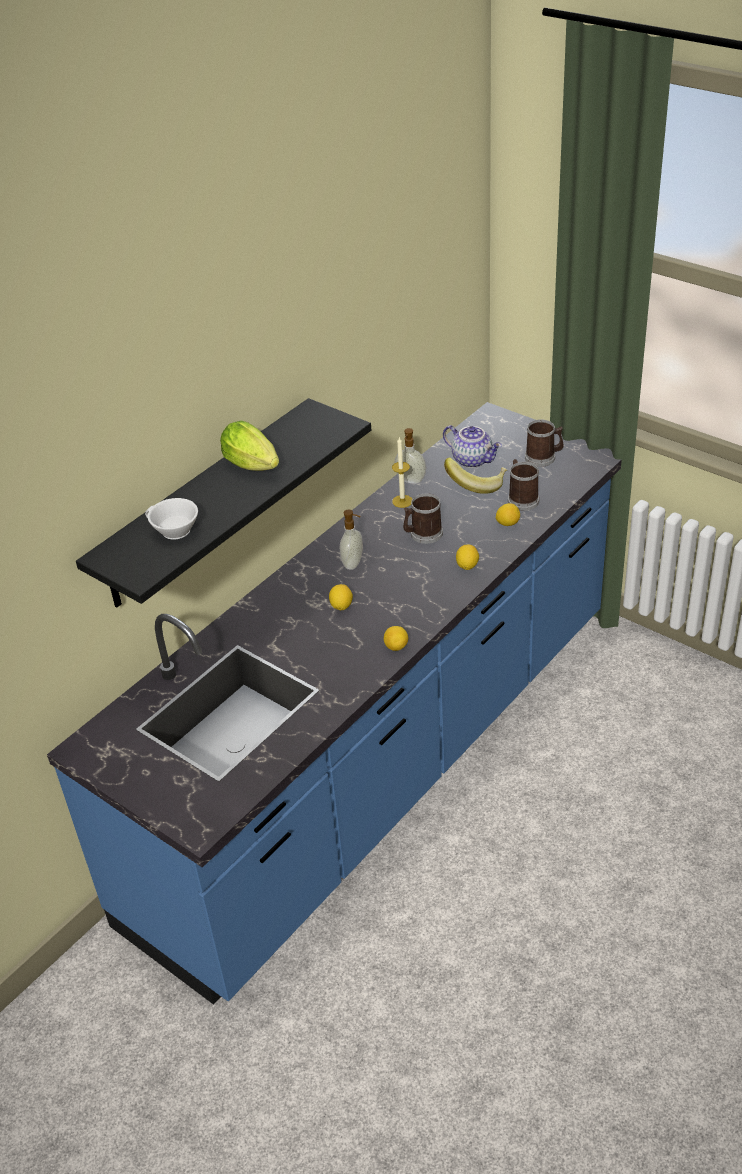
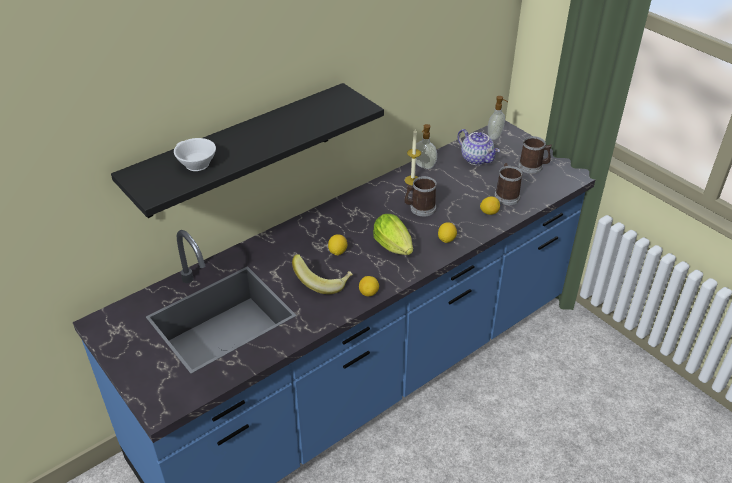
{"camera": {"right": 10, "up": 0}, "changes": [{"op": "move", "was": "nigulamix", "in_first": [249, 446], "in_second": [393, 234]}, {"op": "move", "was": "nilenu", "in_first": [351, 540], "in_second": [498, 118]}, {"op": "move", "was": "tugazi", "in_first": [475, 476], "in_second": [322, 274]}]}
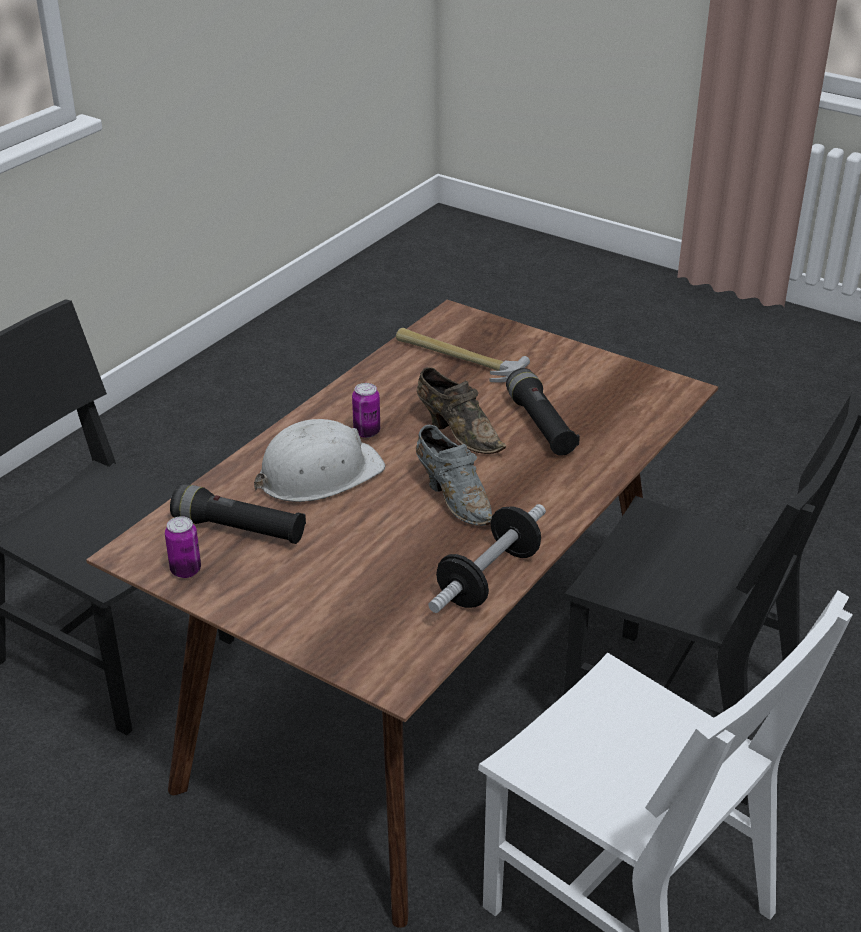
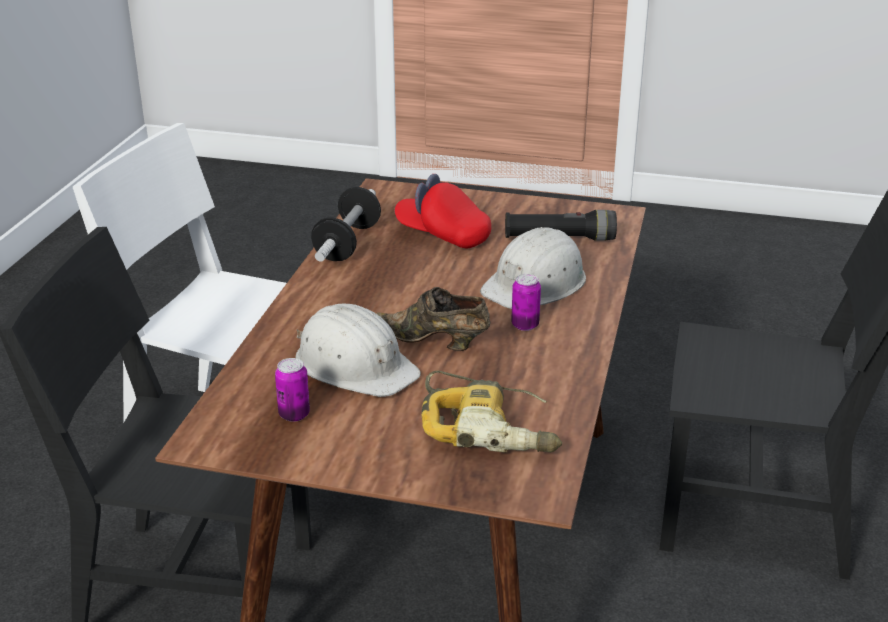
{"camera": {"right": 160, "up": -5}, "changes": [{"op": "move", "was": "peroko", "in_first": [183, 547], "in_second": [292, 390]}, {"op": "replace", "was": "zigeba", "now": "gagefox", "in_first": [463, 355], "in_second": [491, 412]}, {"op": "delete", "was": "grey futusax", "in_first": [454, 475]}, {"op": "replace", "was": "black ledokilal", "now": "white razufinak", "in_first": [543, 412], "in_second": [358, 350]}, {"op": "insert", "now": "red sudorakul", "in_second": [443, 211]}]}
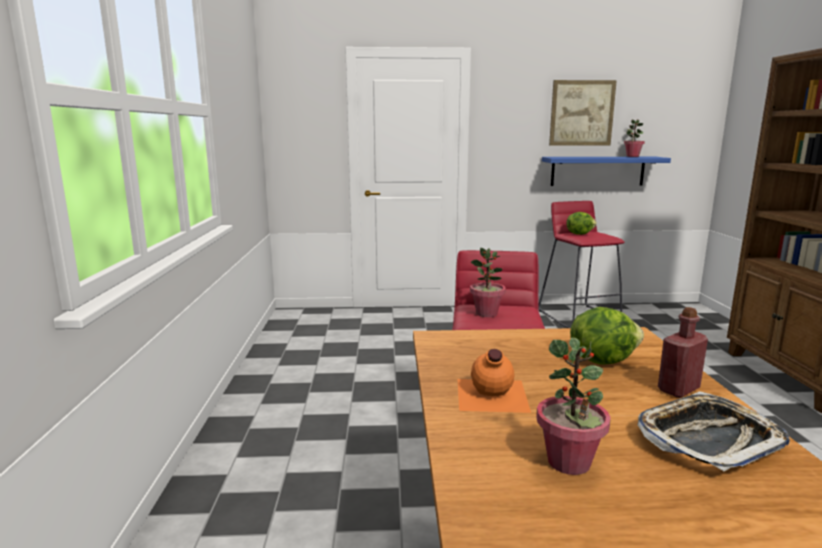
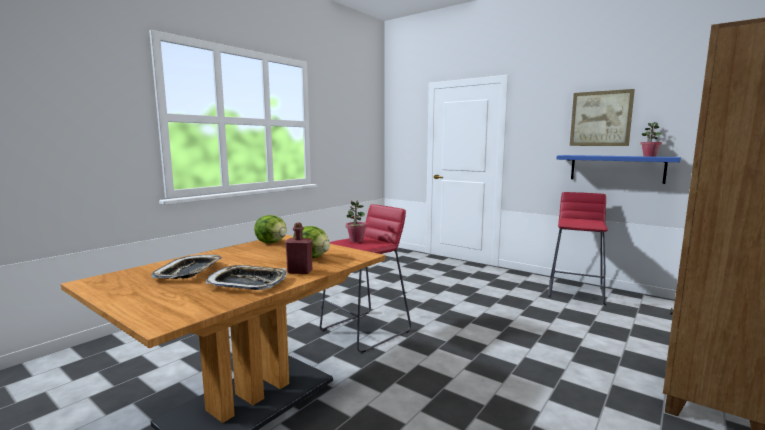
{"camera": {"right": 40, "up": -5}, "changes": [{"op": "delete", "was": "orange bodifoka", "in_first": [494, 381]}, {"op": "replace", "was": "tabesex", "now": "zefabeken", "in_first": [573, 406], "in_second": [186, 267]}, {"op": "move", "was": "nigulamix", "in_first": [581, 223], "in_second": [270, 229]}]}
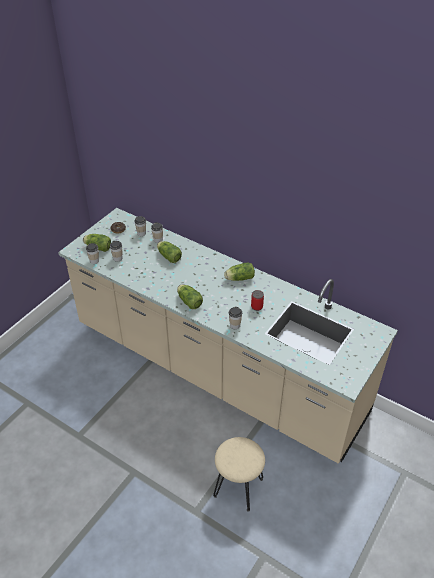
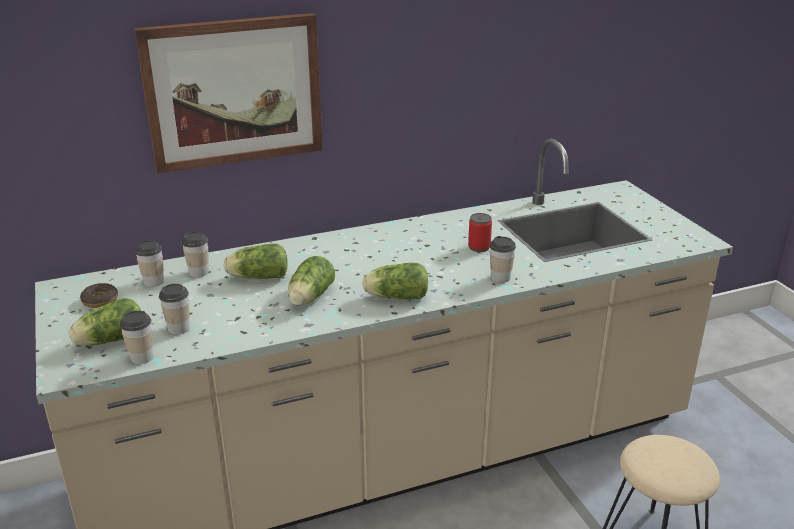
{"camera": {"right": -55, "up": -15}, "changes": [{"op": "move", "was": "nigulamix", "in_first": [239, 272], "in_second": [311, 280]}, {"op": "insert", "now": "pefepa", "in_second": [228, 93]}]}
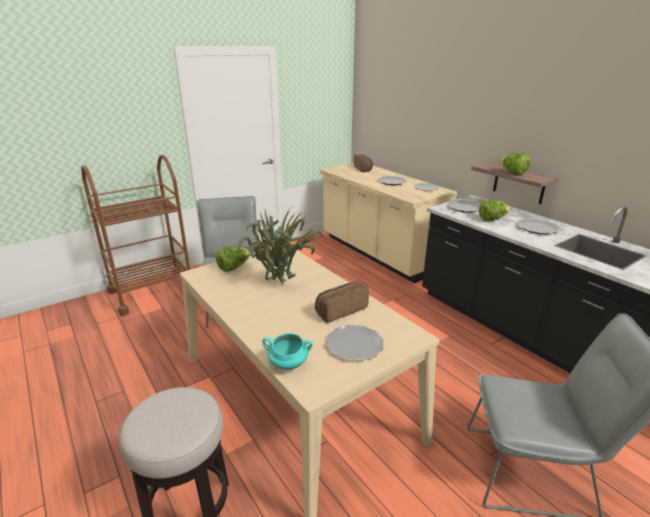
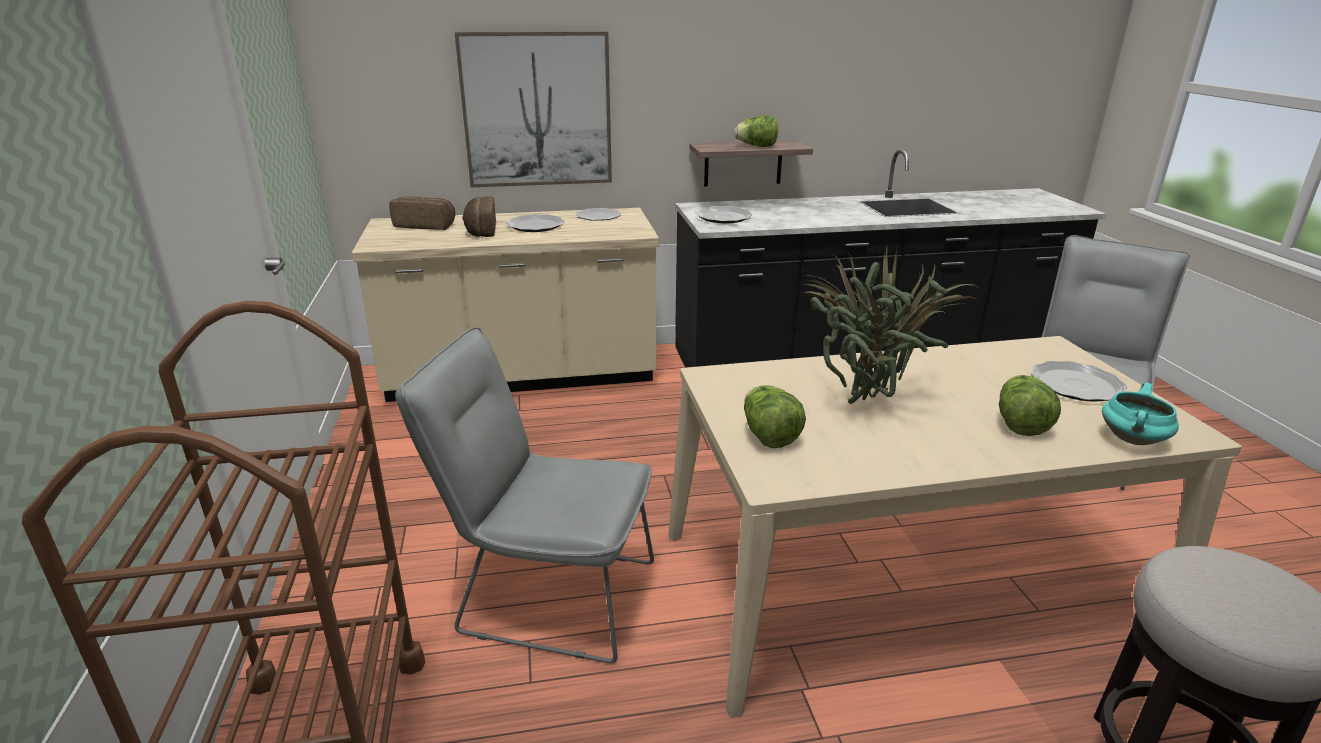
{"camera": {"right": -65, "up": 0}, "changes": [{"op": "move", "was": "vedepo", "in_first": [342, 302], "in_second": [479, 216]}, {"op": "move", "was": "nigulamix", "in_first": [494, 210], "in_second": [1030, 405]}, {"op": "delete", "was": "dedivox", "in_first": [538, 227]}, {"op": "insert", "now": "pefepa", "in_second": [533, 109]}]}
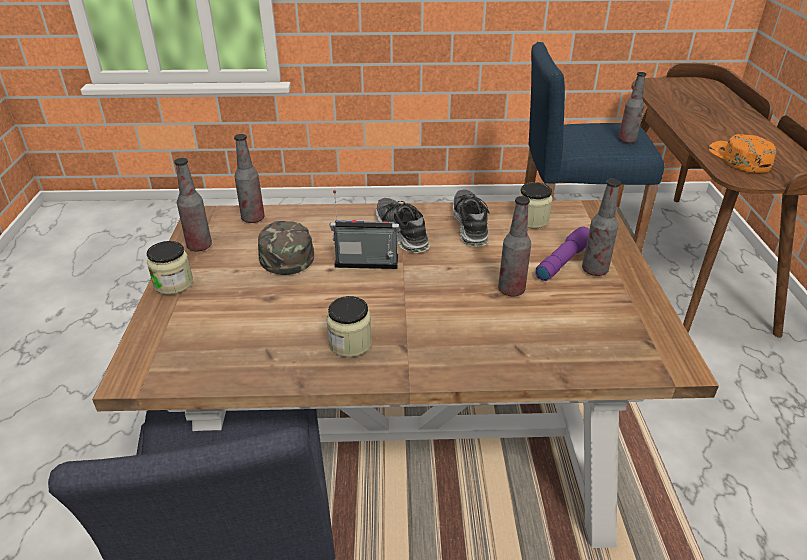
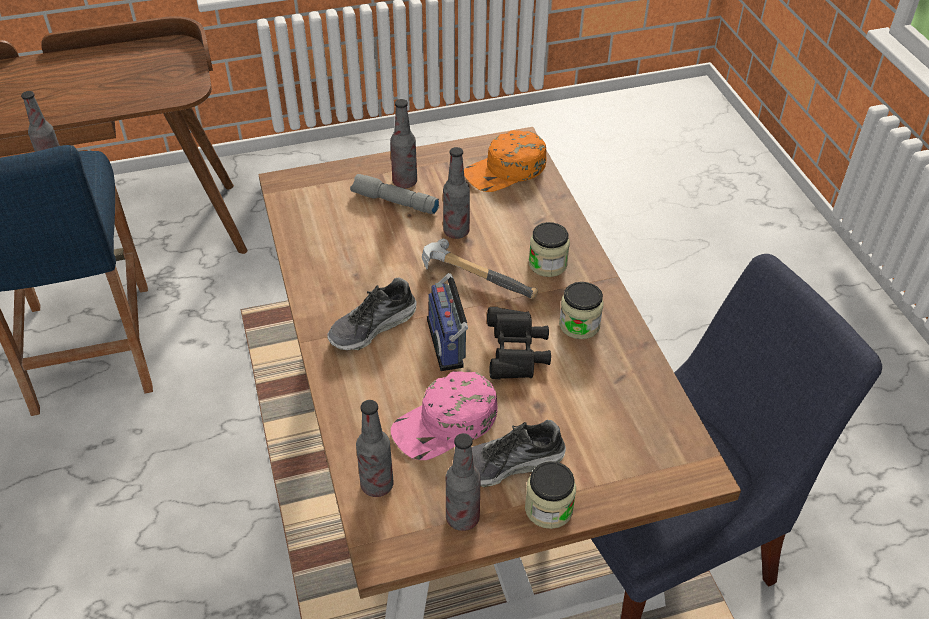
{"camera": {"right": -105, "up": 10}, "changes": [{"op": "recolor", "was": "green sudorakul", "now": "pink sudorakul", "in_first": [286, 248], "in_second": [444, 415]}, {"op": "move", "was": "futusax", "in_first": [471, 218], "in_second": [518, 453]}, {"op": "move", "was": "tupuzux", "in_first": [535, 205], "in_second": [549, 249]}, {"op": "recolor", "was": "purple ledokilal", "now": "grey ledokilal", "in_first": [562, 253], "in_second": [394, 194]}, {"op": "move", "was": "orange sudorakul", "in_first": [743, 153], "in_second": [505, 161]}, {"op": "insert", "now": "zigeba", "in_second": [480, 268]}, {"op": "insert", "now": "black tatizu", "in_second": [519, 343]}]}
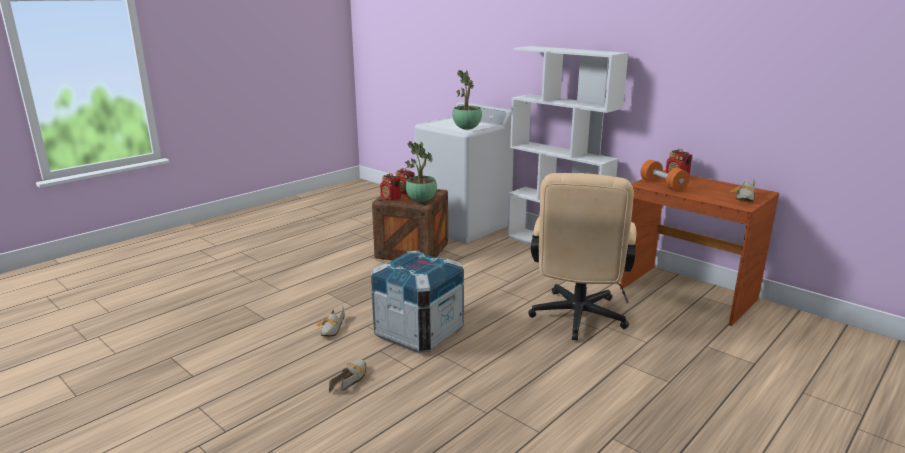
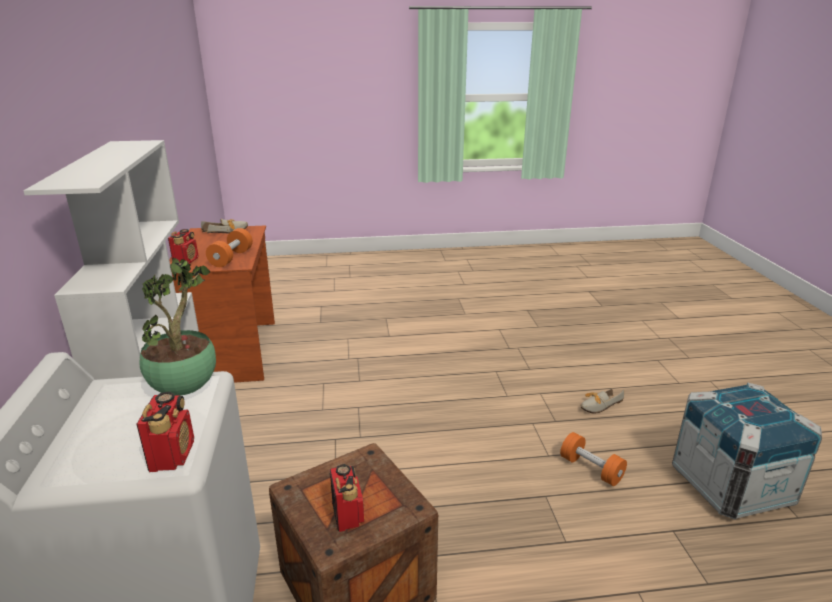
{"camera": {"right": -140, "up": 5}, "changes": [{"op": "replace", "was": "futusax", "now": "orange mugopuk", "in_first": [330, 321], "in_second": [593, 459]}, {"op": "move", "was": "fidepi", "in_first": [417, 302], "in_second": [747, 451]}, {"op": "move", "was": "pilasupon", "in_first": [390, 187], "in_second": [165, 431]}, {"op": "delete", "was": "tabesex", "in_first": [421, 171]}, {"op": "delete", "was": "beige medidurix", "in_first": [582, 257]}]}
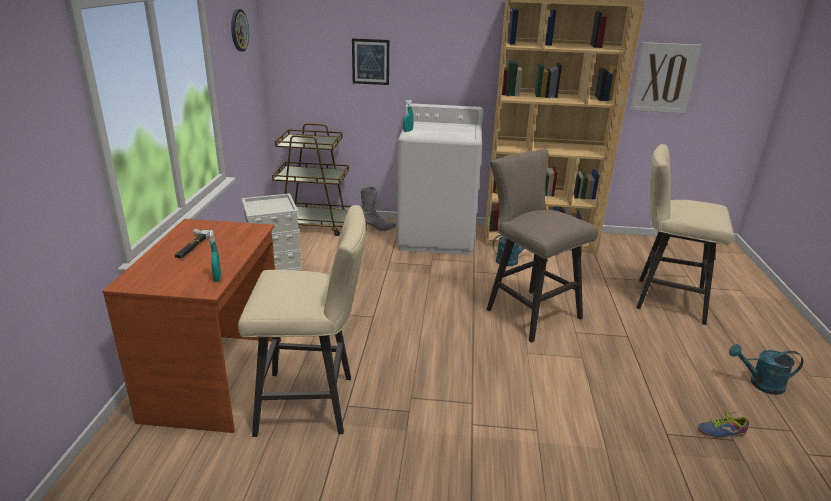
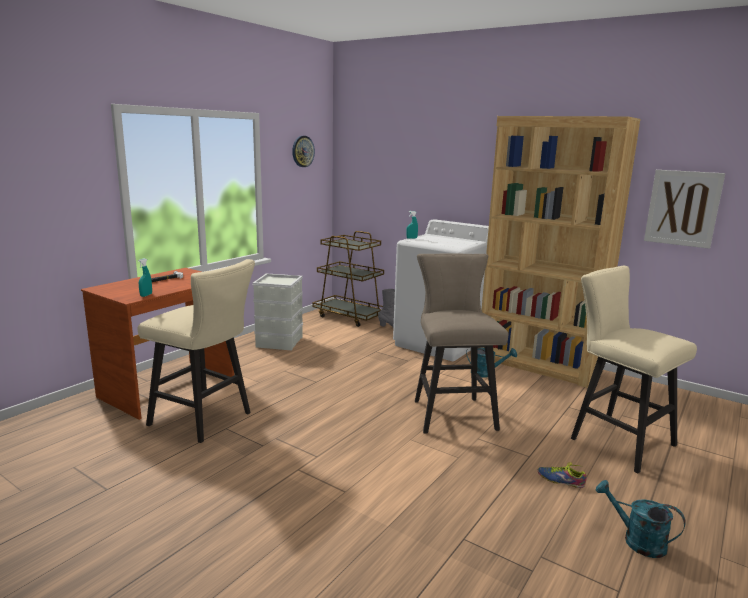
{"camera": {"right": 30, "up": -10}, "changes": [{"op": "delete", "was": "pefepa", "in_first": [370, 61]}, {"op": "move", "was": "futusax", "in_first": [723, 424], "in_second": [562, 475]}]}
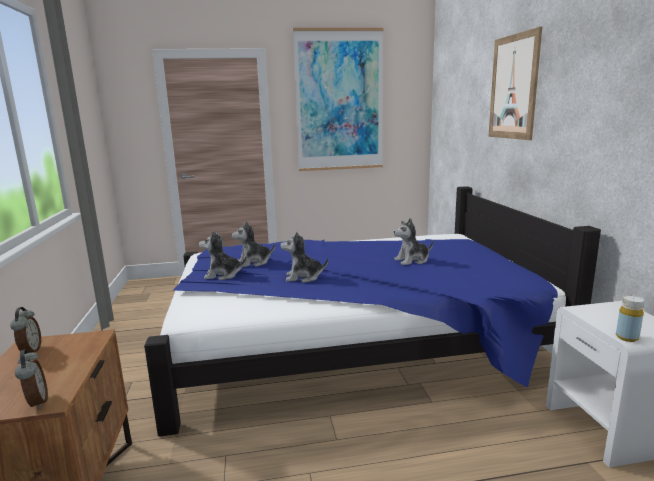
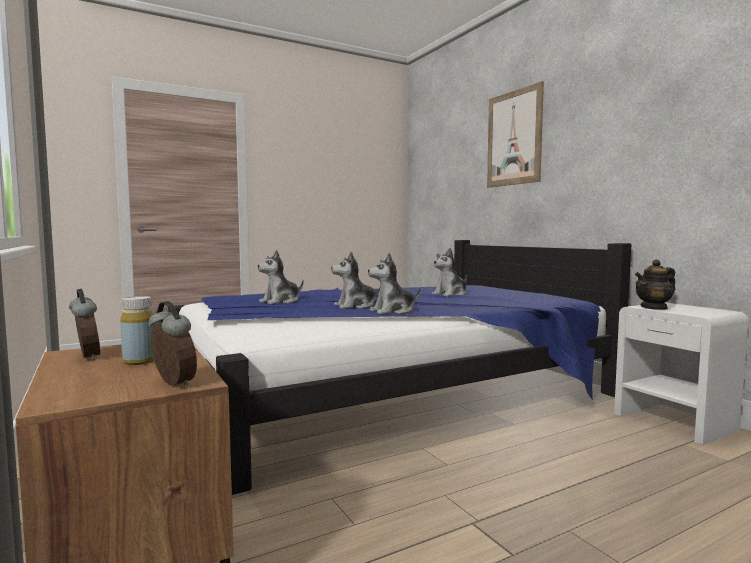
{"camera": {"right": -20, "up": -10}, "changes": [{"op": "move", "was": "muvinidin", "in_first": [223, 255], "in_second": [394, 283]}, {"op": "delete", "was": "pefepa", "in_first": [337, 99]}, {"op": "move", "was": "yellow bodifoka", "in_first": [630, 318], "in_second": [137, 330]}, {"op": "insert", "now": "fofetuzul", "in_second": [655, 284]}]}
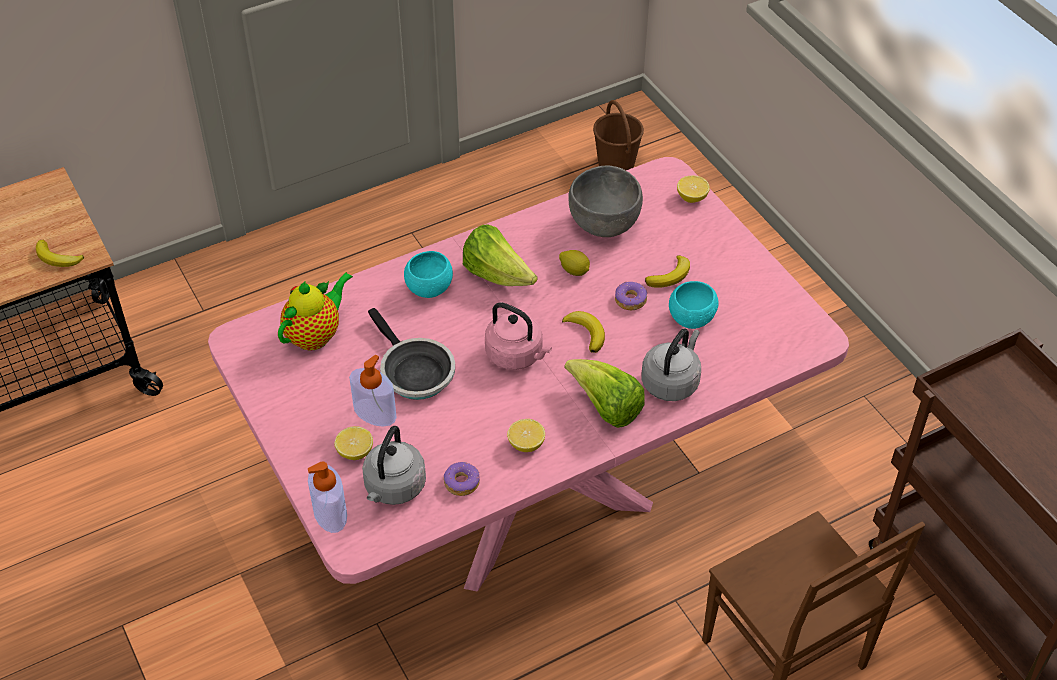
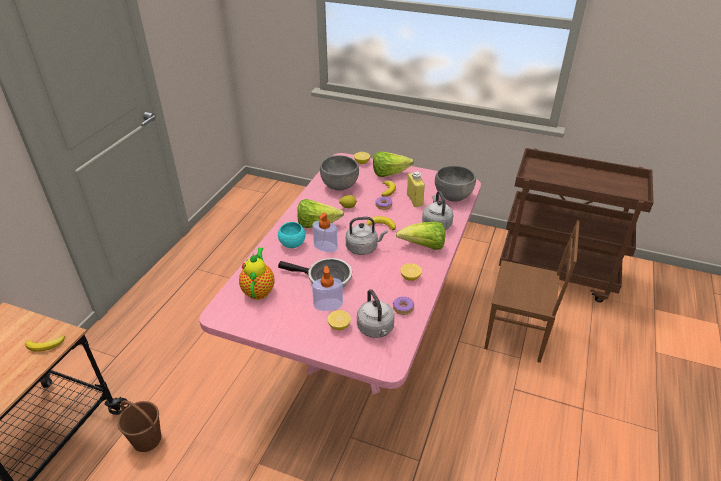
{"camera": {"right": -40, "up": -10}, "changes": [{"op": "move", "was": "nilenu", "in_first": [327, 497], "in_second": [325, 232]}, {"op": "recolor", "was": "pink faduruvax", "now": "grey faduruvax", "in_first": [518, 336], "in_second": [367, 236]}, {"op": "move", "was": "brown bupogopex", "in_first": [618, 135], "in_second": [139, 426]}, {"op": "replace", "was": "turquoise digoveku", "now": "yellow bodifoka", "in_first": [694, 305], "in_second": [416, 189]}, {"op": "insert", "now": "nigulamix", "in_second": [393, 164]}, {"op": "insert", "now": "grey digoveku", "in_second": [455, 184]}]}
